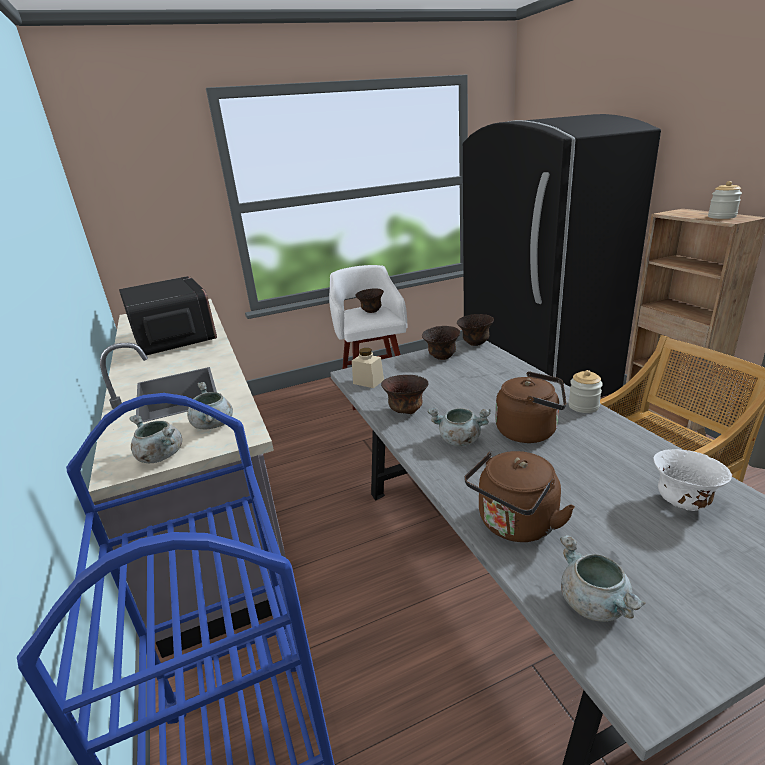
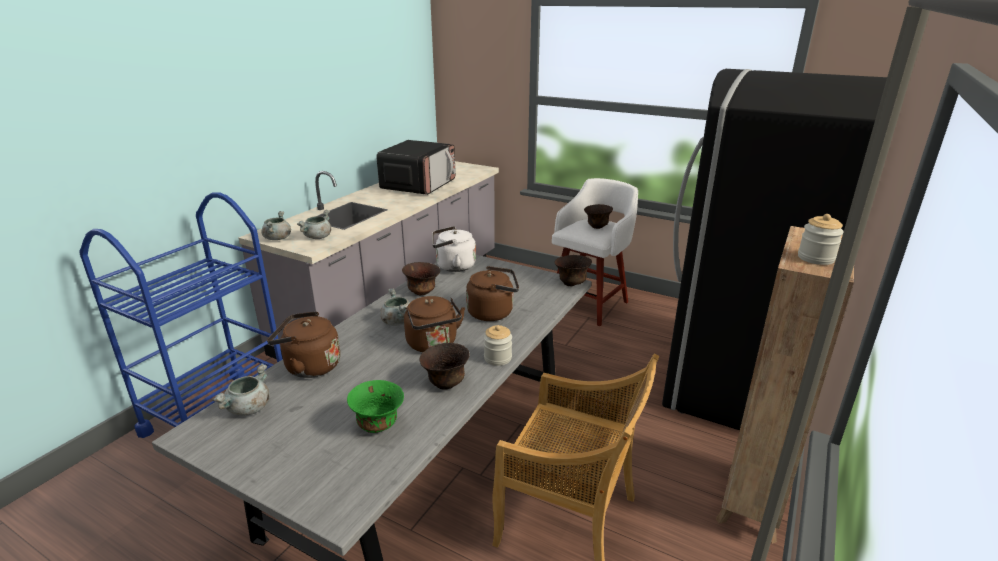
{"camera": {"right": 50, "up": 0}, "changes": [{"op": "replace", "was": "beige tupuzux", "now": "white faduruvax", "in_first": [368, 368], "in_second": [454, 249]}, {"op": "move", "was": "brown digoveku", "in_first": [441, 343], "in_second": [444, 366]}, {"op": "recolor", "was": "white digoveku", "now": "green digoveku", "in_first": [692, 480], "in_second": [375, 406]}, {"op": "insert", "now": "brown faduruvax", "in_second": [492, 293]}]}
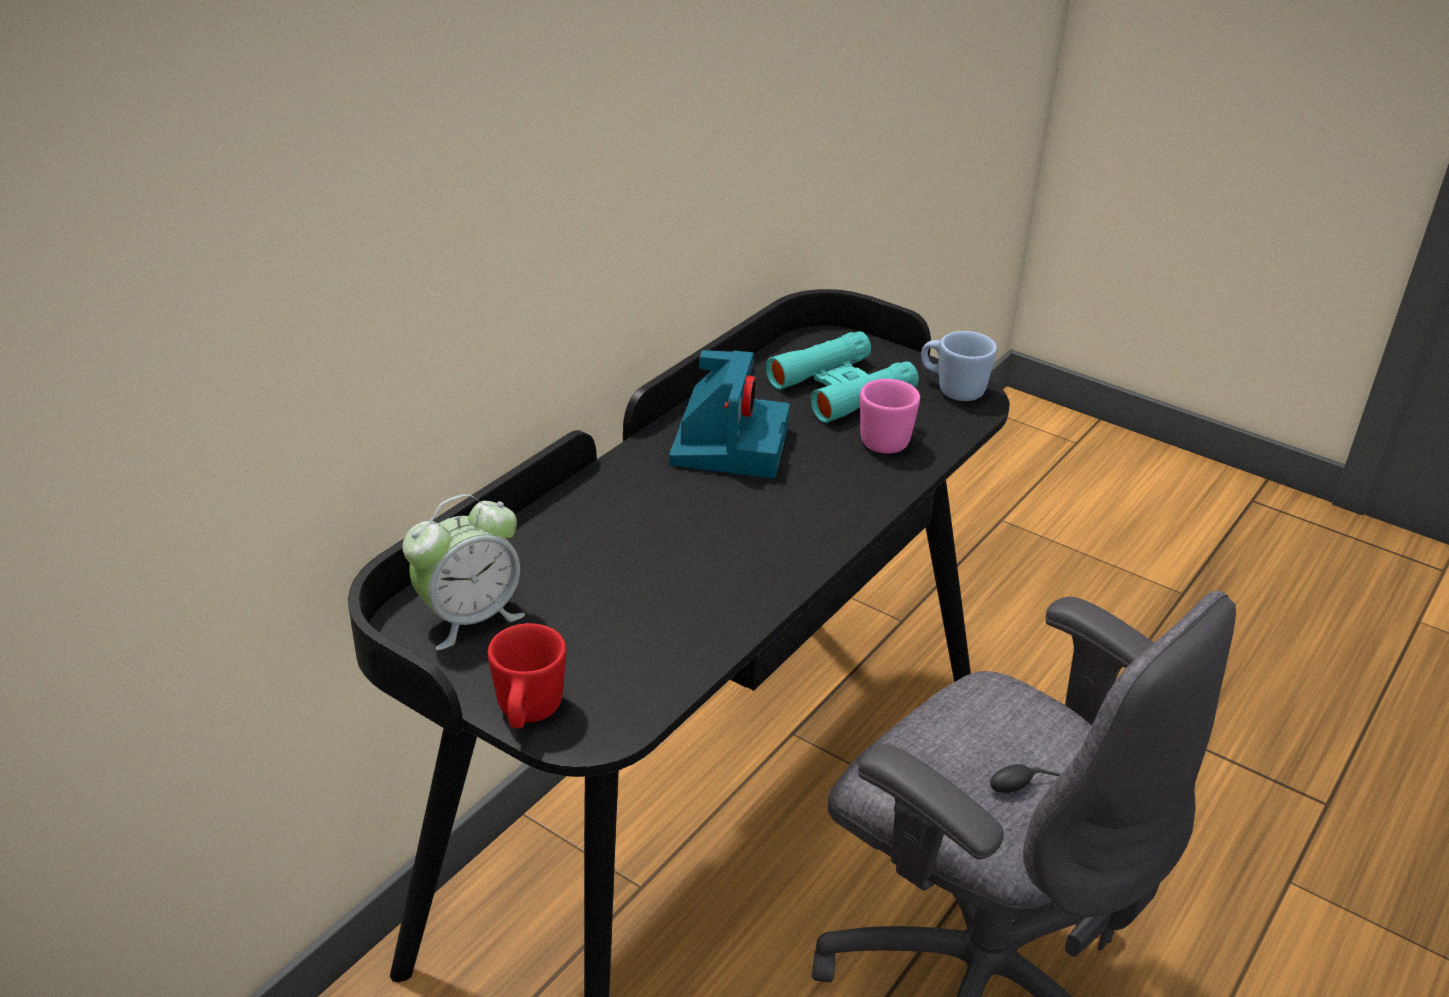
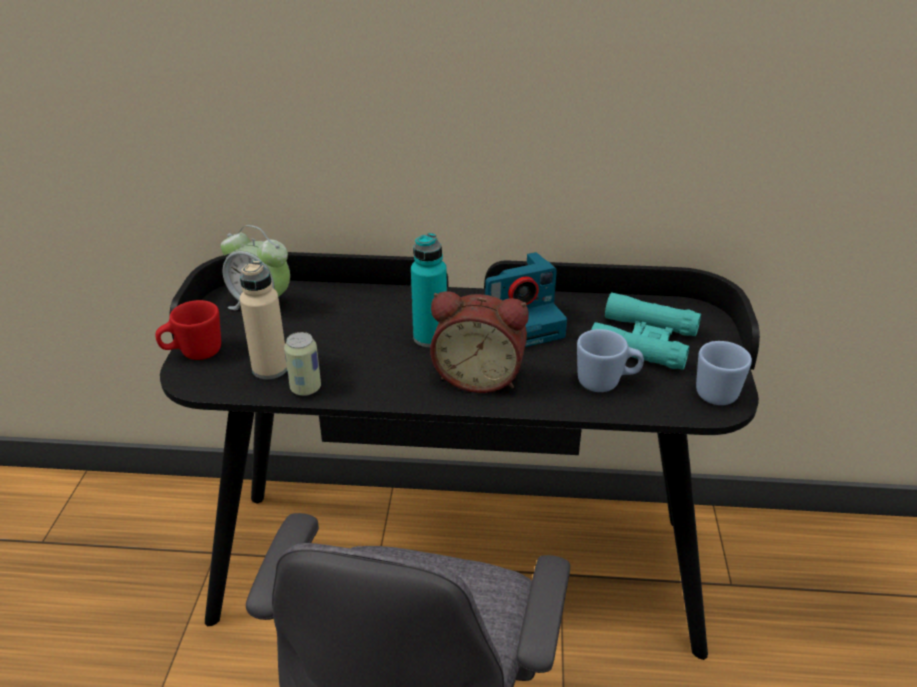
{"camera": {"right": 60, "up": 0}, "changes": [{"op": "recolor", "was": "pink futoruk", "now": "blue futoruk", "in_first": [890, 416], "in_second": [610, 360]}, {"op": "insert", "now": "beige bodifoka", "in_second": [263, 319]}, {"op": "insert", "now": "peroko", "in_second": [302, 364]}, {"op": "insert", "now": "turquoise bodifoka", "in_second": [429, 290]}, {"op": "insert", "now": "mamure", "in_second": [479, 342]}]}
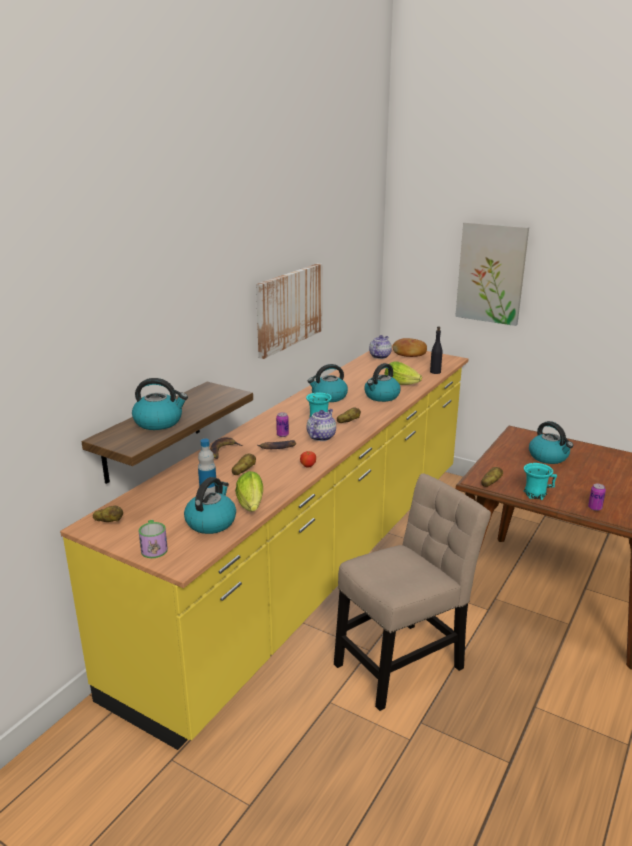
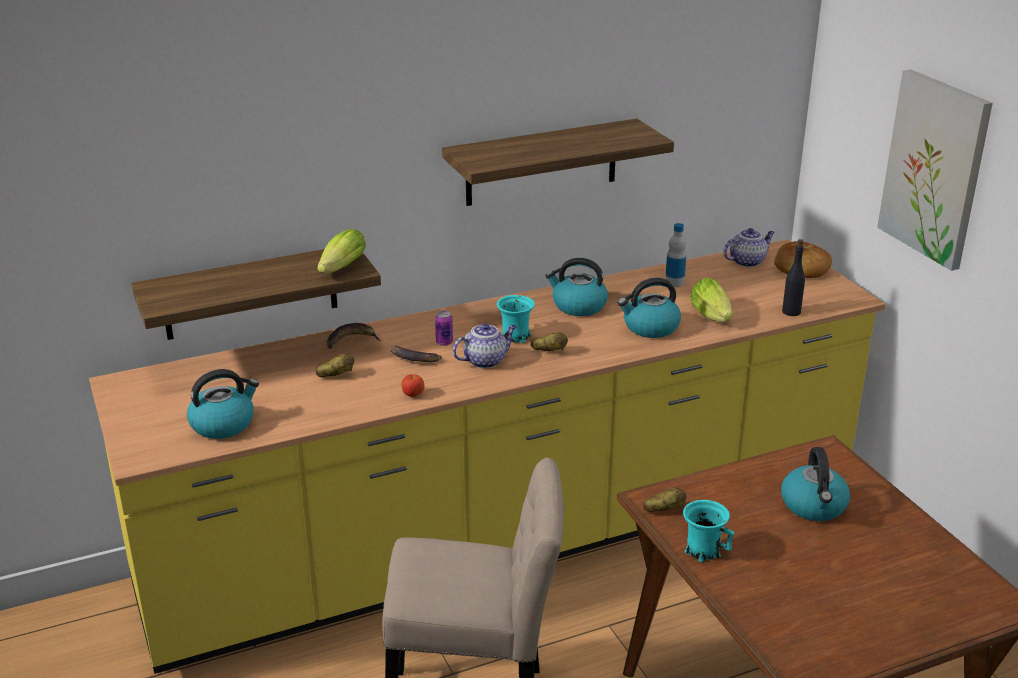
{"camera": {"right": 35, "up": 5}, "changes": [{"op": "delete", "was": "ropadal", "in_first": [108, 513]}, {"op": "delete", "was": "faduruvax", "in_first": [160, 404]}, {"op": "delete", "was": "futoruk", "in_first": [153, 539]}, {"op": "move", "was": "bodifoka", "in_first": [207, 466], "in_second": [675, 255]}, {"op": "move", "was": "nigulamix", "in_first": [249, 491], "in_second": [341, 251]}, {"op": "replace", "was": "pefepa", "now": "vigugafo", "in_first": [289, 311], "in_second": [558, 162]}, {"op": "delete", "was": "peroko", "in_first": [597, 497]}]}
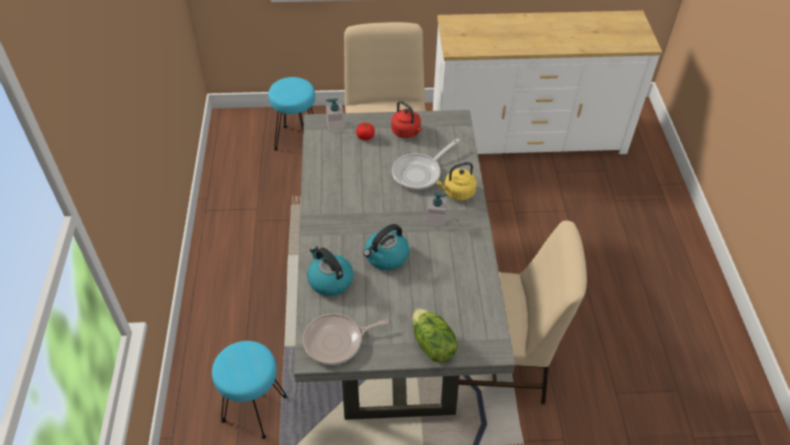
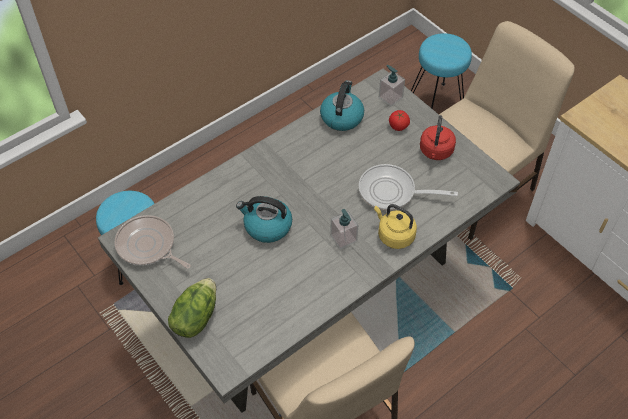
{"camera": {"right": 55, "up": 5}, "changes": [{"op": "move", "was": "faduruvax", "in_first": [330, 271], "in_second": [342, 105]}]}
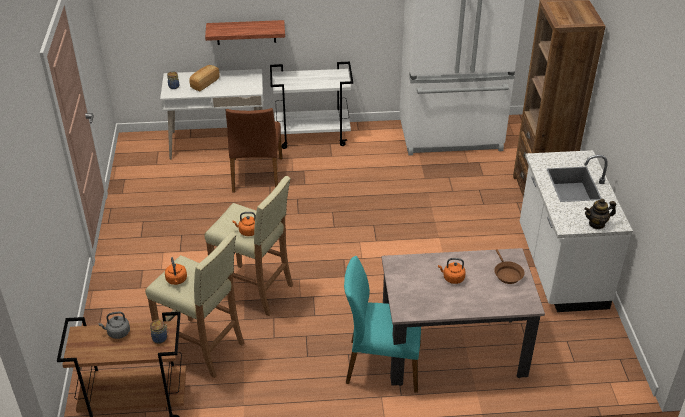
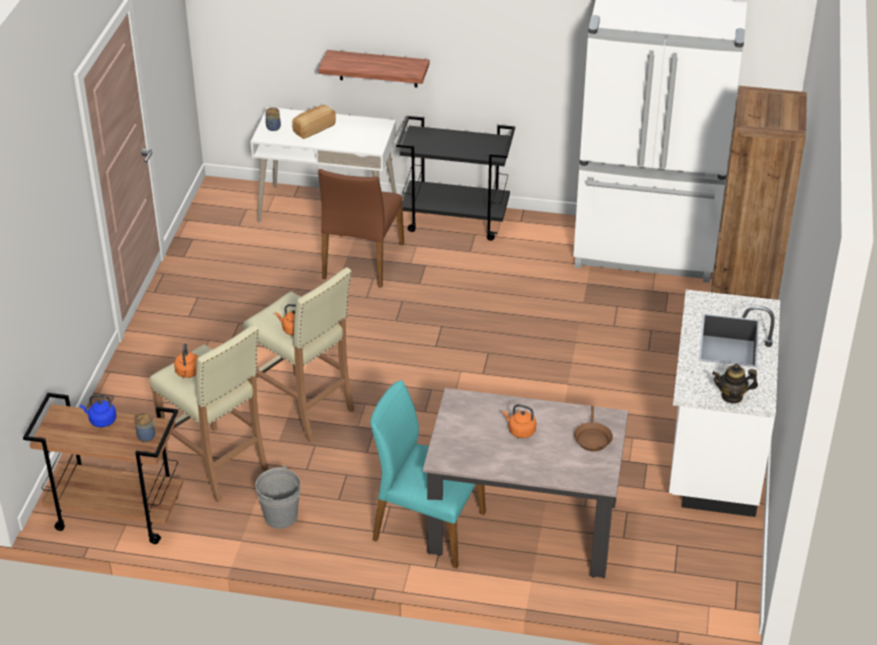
{"camera": {"right": 15, "up": 0}, "changes": [{"op": "recolor", "was": "grey faduruvax", "now": "blue faduruvax", "in_first": [114, 325], "in_second": [98, 411]}, {"op": "recolor", "was": "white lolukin", "now": "black lolukin", "in_first": [311, 105], "in_second": [455, 178]}, {"op": "insert", "now": "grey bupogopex", "in_second": [277, 497]}]}
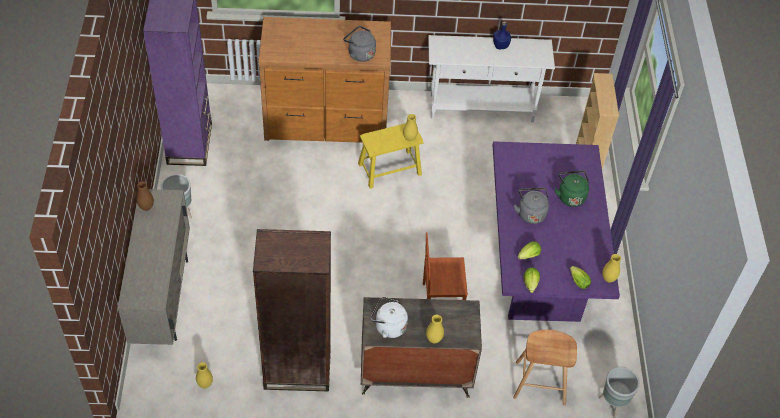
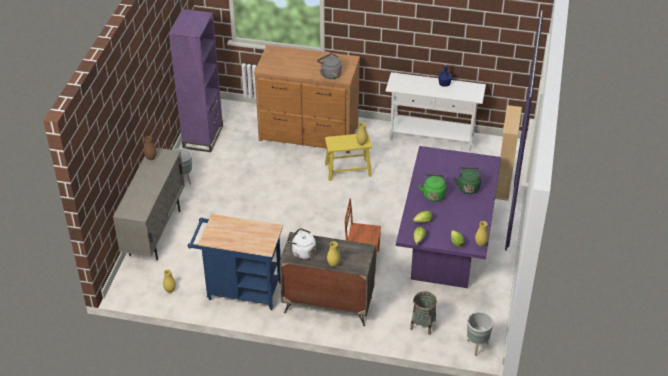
{"camera": {"right": 15, "up": -10}, "changes": [{"op": "replace", "was": "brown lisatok", "now": "blue lolukin", "in_first": [292, 310], "in_second": [235, 262]}, {"op": "replace", "was": "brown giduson", "now": "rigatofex", "in_first": [545, 368], "in_second": [423, 313]}, {"op": "recolor", "was": "grey faduruvax", "now": "green faduruvax", "in_first": [531, 205], "in_second": [432, 188]}]}
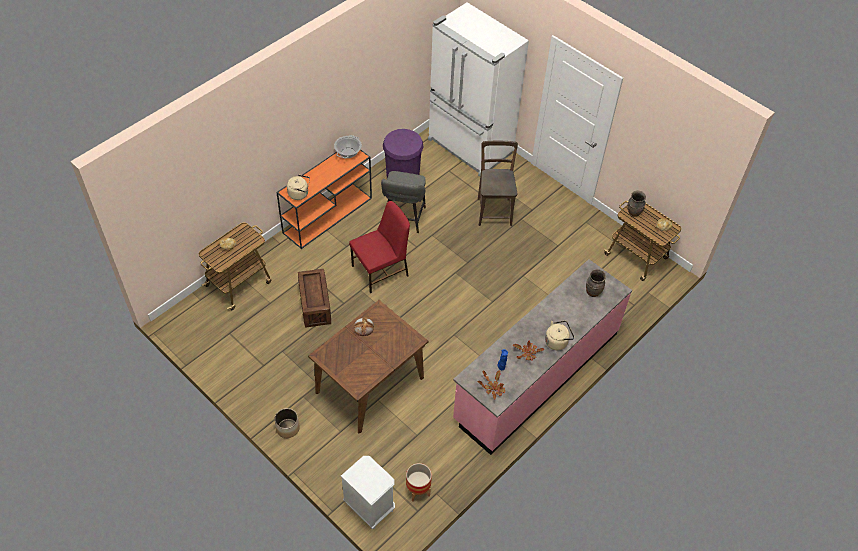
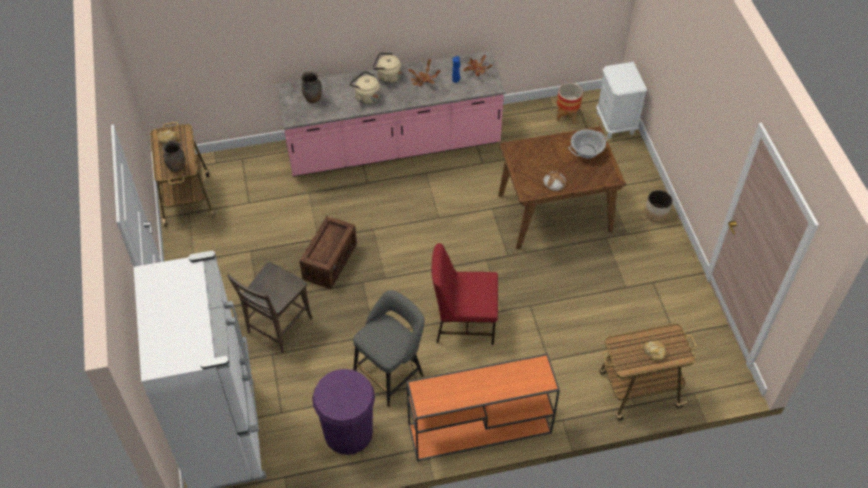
{"camera": {"right": -145, "up": 0}, "changes": [{"op": "move", "was": "beige faduruvax", "in_first": [298, 187], "in_second": [365, 87]}, {"op": "move", "was": "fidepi", "in_first": [314, 298], "in_second": [328, 252]}, {"op": "move", "was": "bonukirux", "in_first": [348, 147], "in_second": [588, 143]}]}
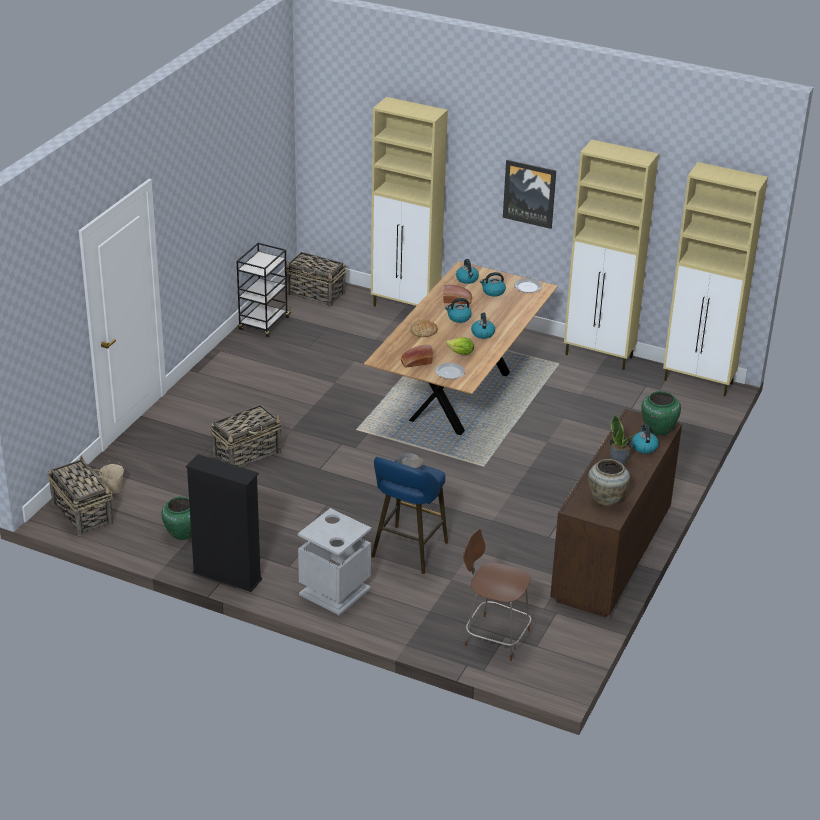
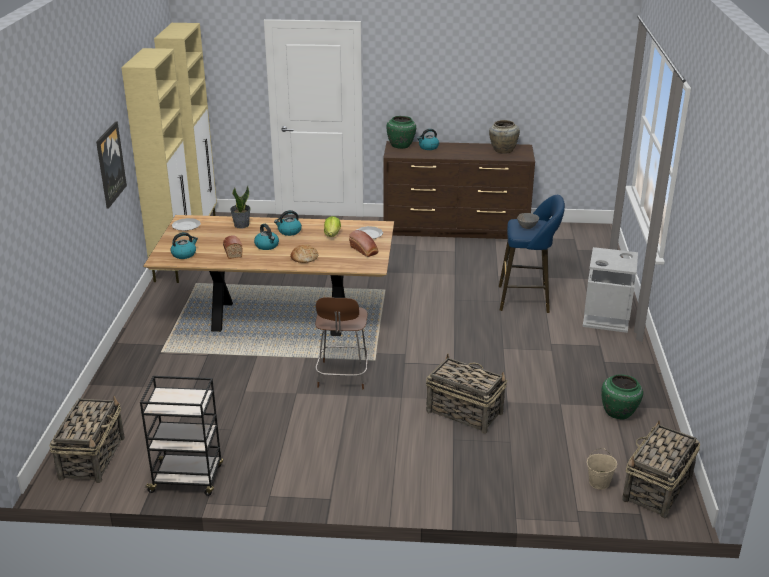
{"camera": {"right": -110, "up": -5}, "changes": [{"op": "delete", "was": "black lisatok", "in_first": [224, 523]}, {"op": "delete", "was": "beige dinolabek", "in_first": [409, 201]}, {"op": "move", "was": "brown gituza", "in_first": [497, 595], "in_second": [341, 343]}, {"op": "delete", "was": "faduruvax", "in_first": [493, 284]}, {"op": "move", "was": "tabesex", "in_first": [621, 440], "in_second": [240, 207]}]}
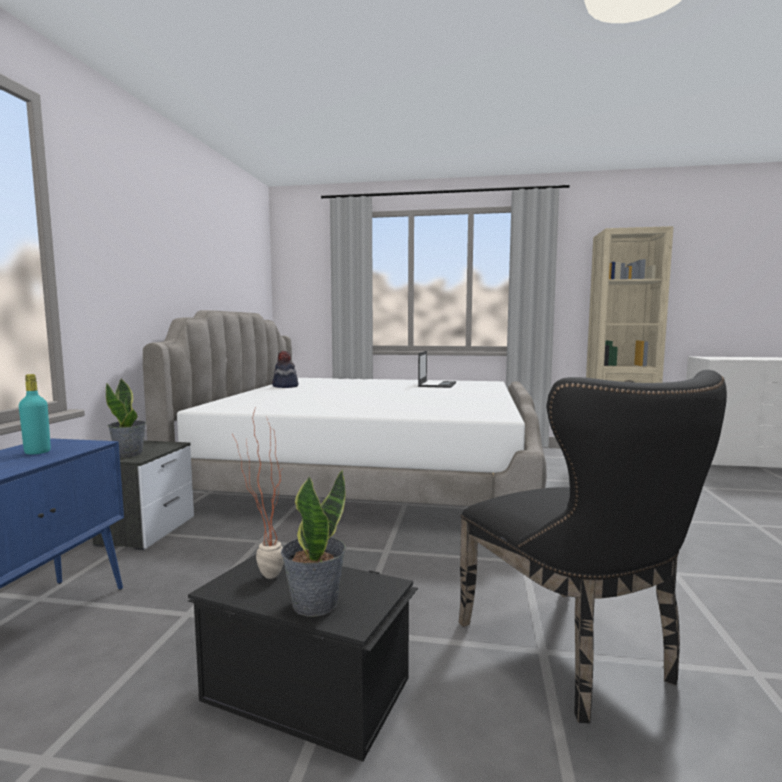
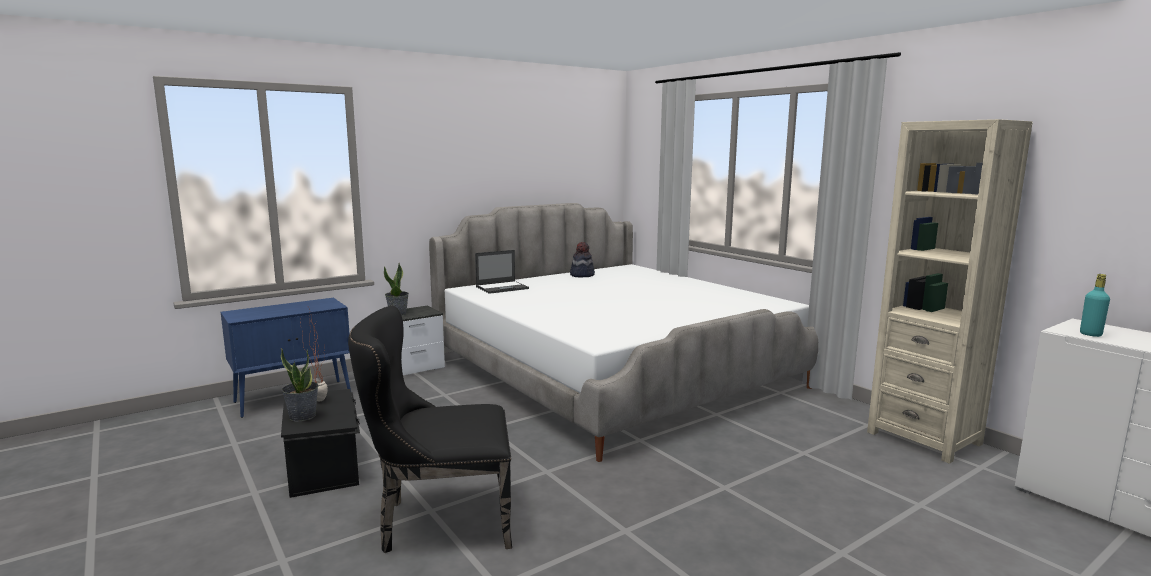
{"camera": {"right": 45, "up": 5}, "changes": [{"op": "move", "was": "turquoise bodifoka", "in_first": [35, 414], "in_second": [1095, 305]}, {"op": "move", "was": "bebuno", "in_first": [437, 369], "in_second": [502, 272]}, {"op": "rotate", "was": "black gituza", "in_first": [593, 546], "in_second": [430, 429], "clockwise": 60}]}
